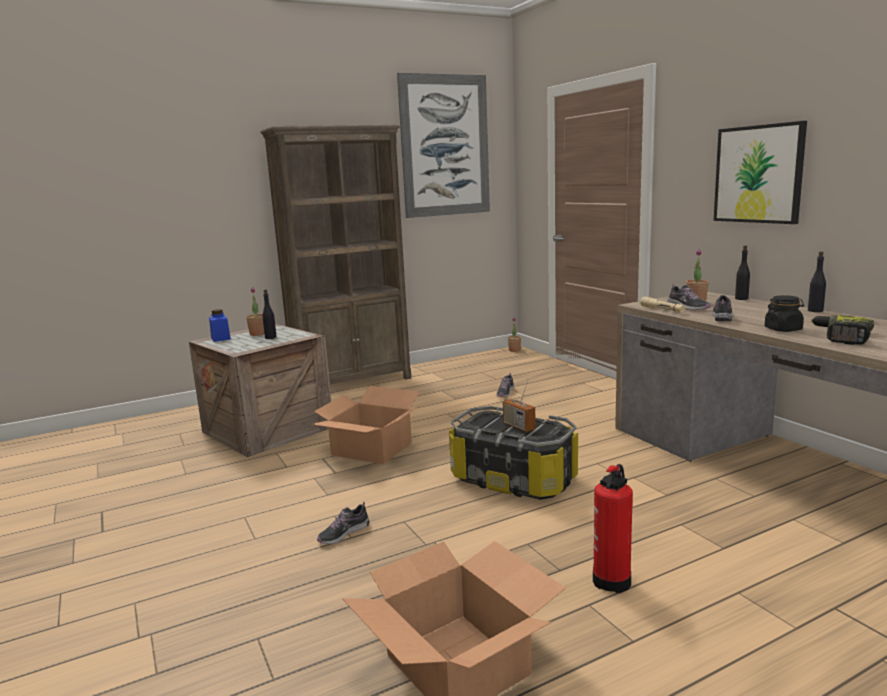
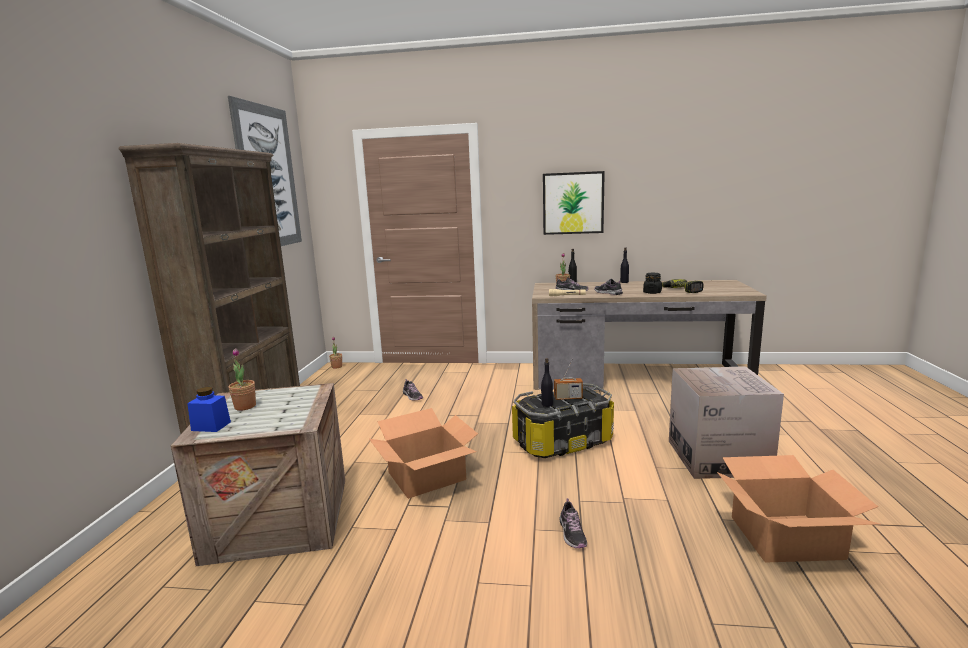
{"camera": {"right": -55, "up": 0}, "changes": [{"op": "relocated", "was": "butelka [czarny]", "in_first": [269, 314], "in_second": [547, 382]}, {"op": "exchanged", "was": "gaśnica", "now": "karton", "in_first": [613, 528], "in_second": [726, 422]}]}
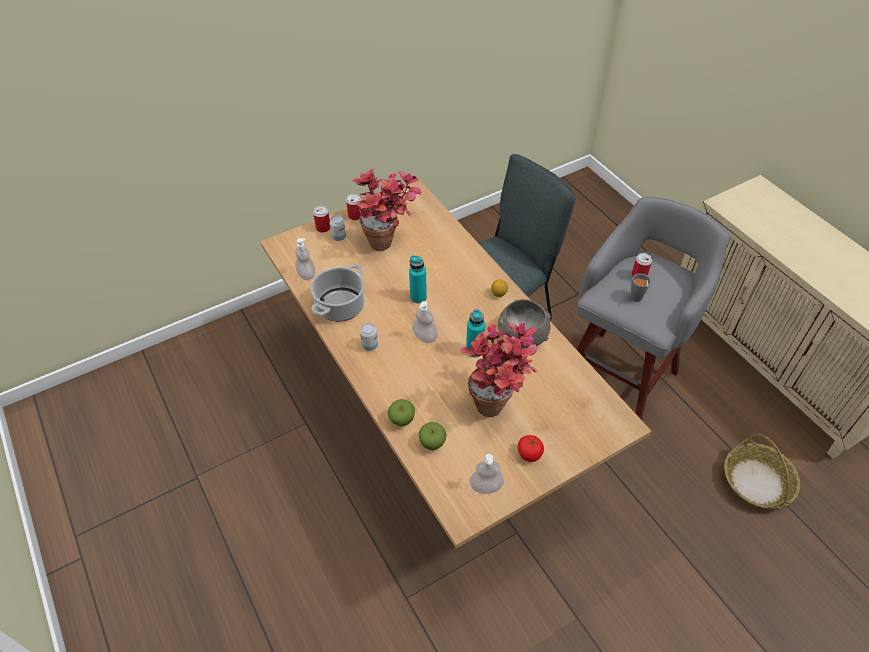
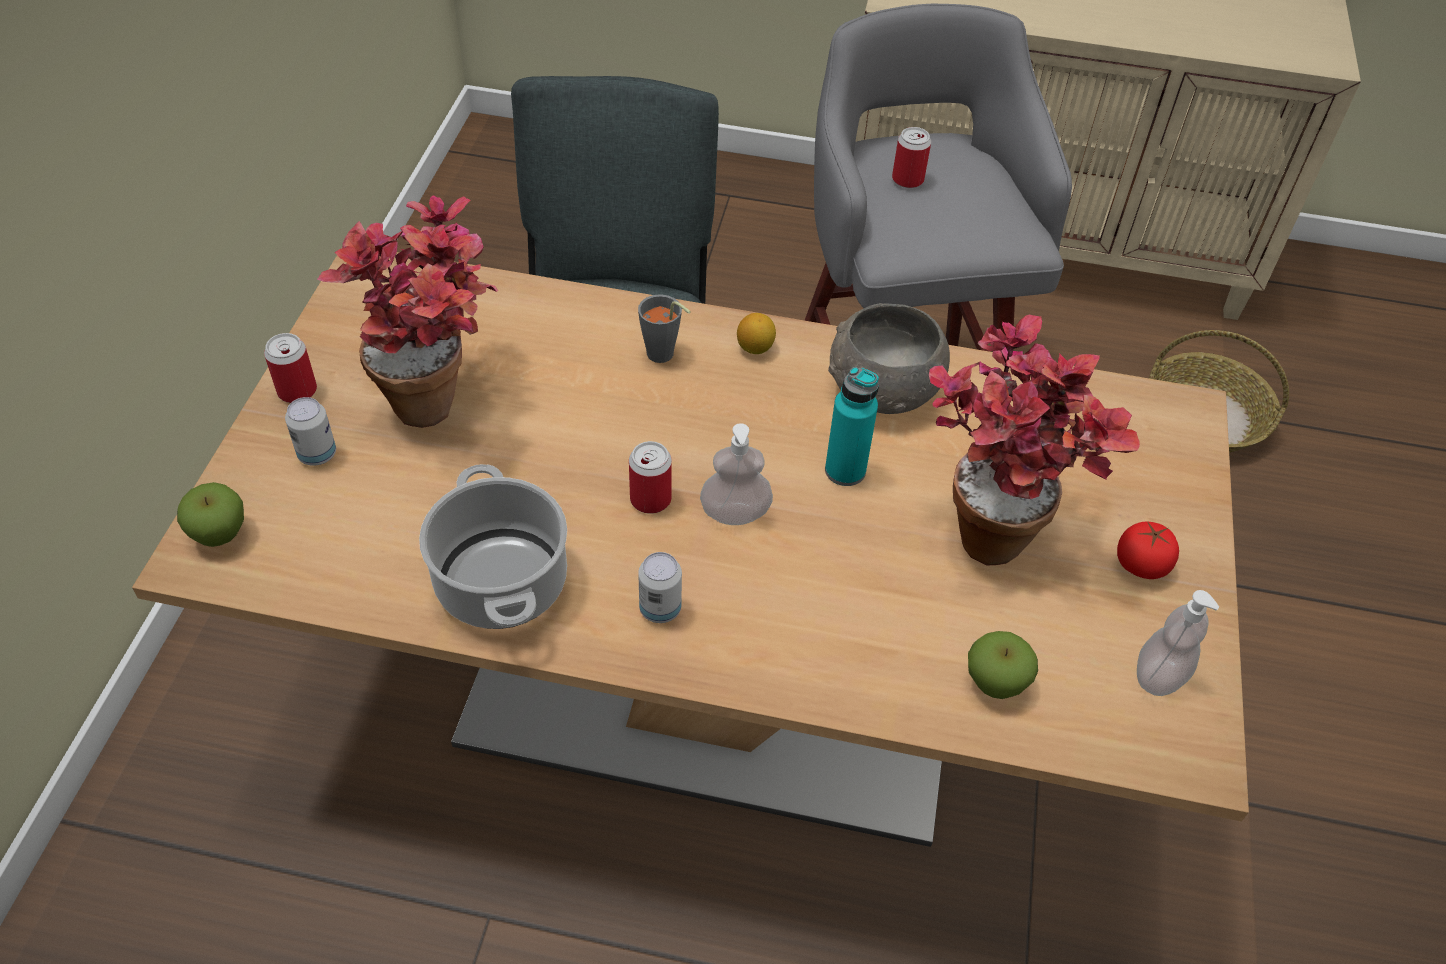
{"camera": {"right": -50, "up": 0}, "changes": [{"op": "missing", "was": "dozownik mydła", "in_first": [305, 259]}, {"op": "missing", "was": "butelka [turkusowy]", "in_first": [418, 279]}, {"op": "relocated", "was": "puszka", "in_first": [321, 219], "in_second": [650, 477]}, {"op": "relocated", "was": "jabłko", "in_first": [401, 413], "in_second": [210, 514]}, {"op": "relocated", "was": "filiżanka [szary]", "in_first": [641, 287], "in_second": [664, 328]}]}
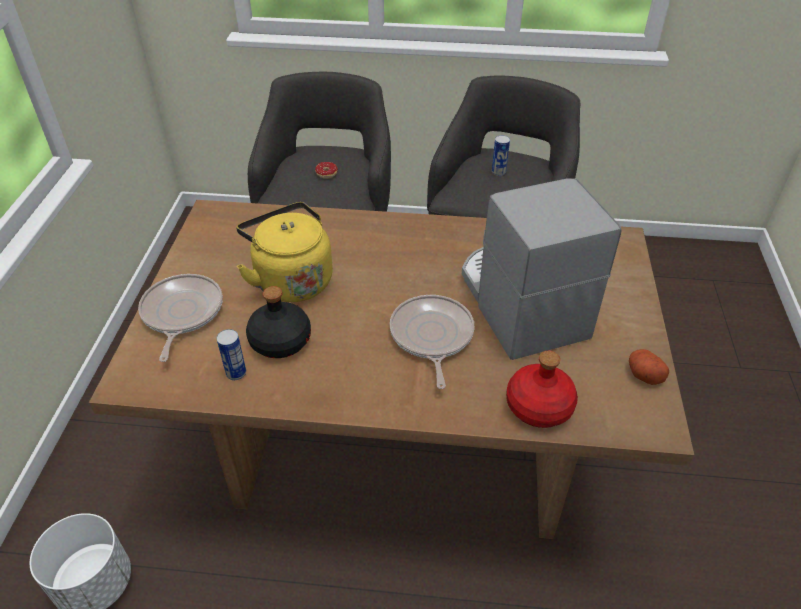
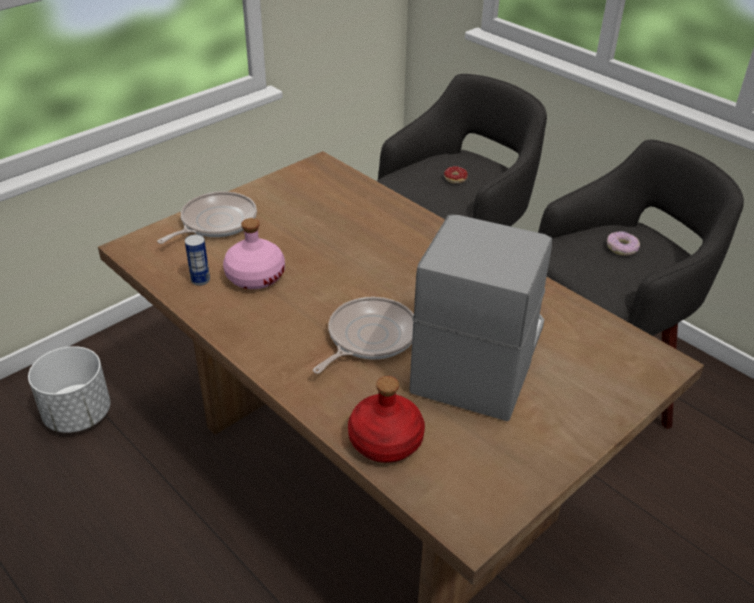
{"camera": {"right": 40, "up": -5}, "changes": [{"op": "missing", "was": "czajnik [żółty]", "in_first": [284, 252]}, {"op": "missing", "was": "ziemniak", "in_first": [649, 367]}, {"op": "exchanged", "was": "puszka", "now": "donut", "in_first": [501, 155], "in_second": [623, 244]}, {"op": "colour", "was": "butelka [czarny]", "now": "butelka [różowy]", "in_first": [278, 322], "in_second": [254, 253]}]}
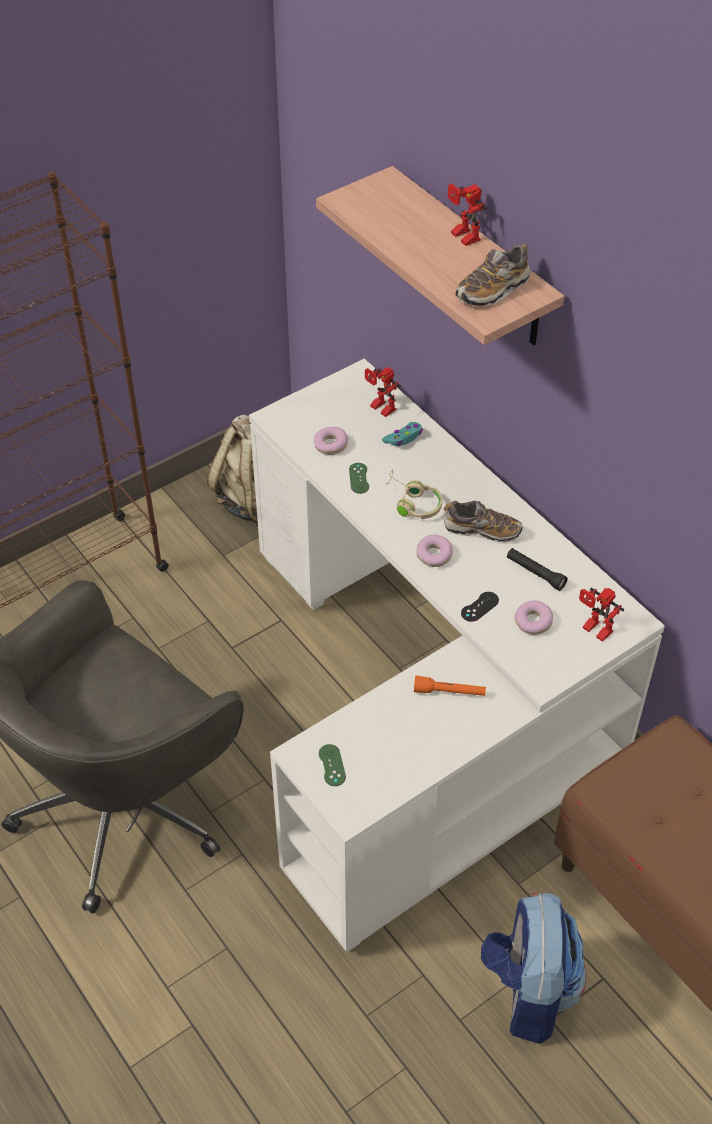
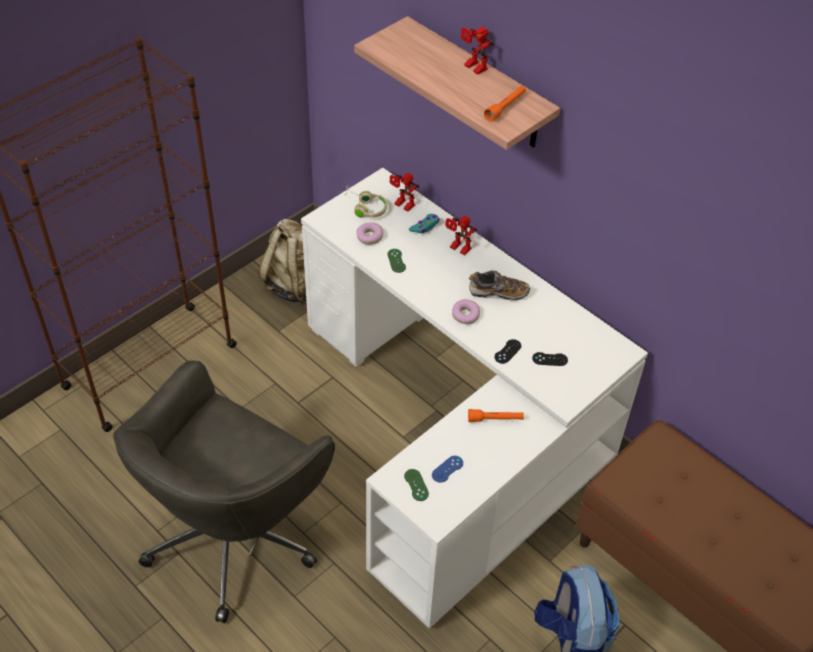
{"camera": {"right": -10, "up": 0}, "changes": [{"op": "missing", "was": "latarka [czarny]", "in_first": [537, 569]}, {"op": "appeared", "now": "pad do gier [niebieski]", "in_second": [447, 469]}, {"op": "relocated", "was": "słuchawki [beżowy]", "in_first": [414, 494], "in_second": [366, 202]}, {"op": "relocated", "was": "robot zabawkowy", "in_first": [602, 615], "in_second": [461, 235]}, {"op": "exchanged", "was": "but", "now": "latarka [pomarańczowy]", "in_first": [492, 275], "in_second": [505, 104]}, {"op": "exchanged", "was": "donut", "now": "pad do gier [czarny]", "in_first": [534, 618], "in_second": [550, 359]}]}
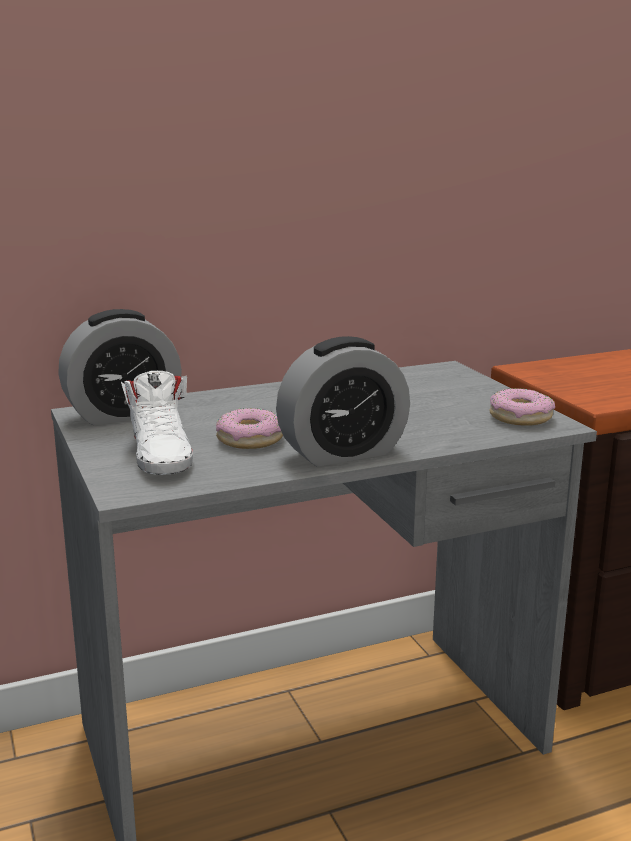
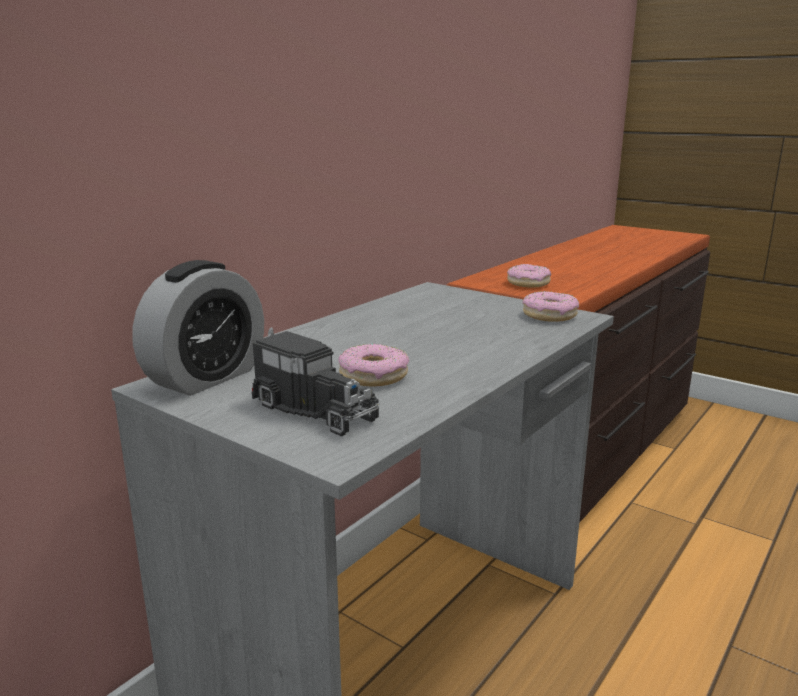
{"camera": {"right": -30, "up": 0}, "changes": [{"op": "missing", "was": "budzik", "in_first": [343, 401]}, {"op": "appeared", "now": "donut", "in_second": [529, 276]}, {"op": "exchanged", "was": "but [biały]", "now": "ciężarówka zabawkowa", "in_first": [157, 423], "in_second": [316, 381]}]}
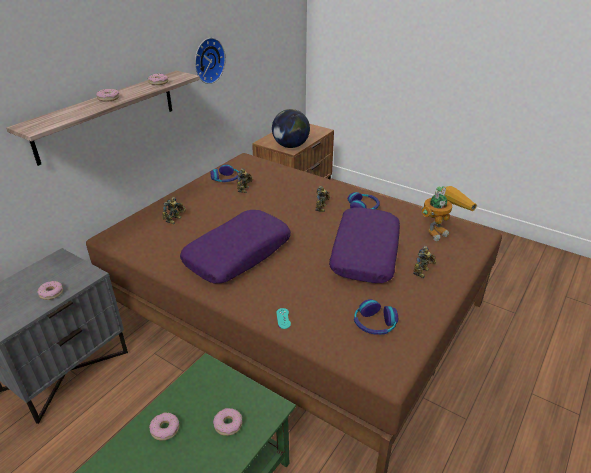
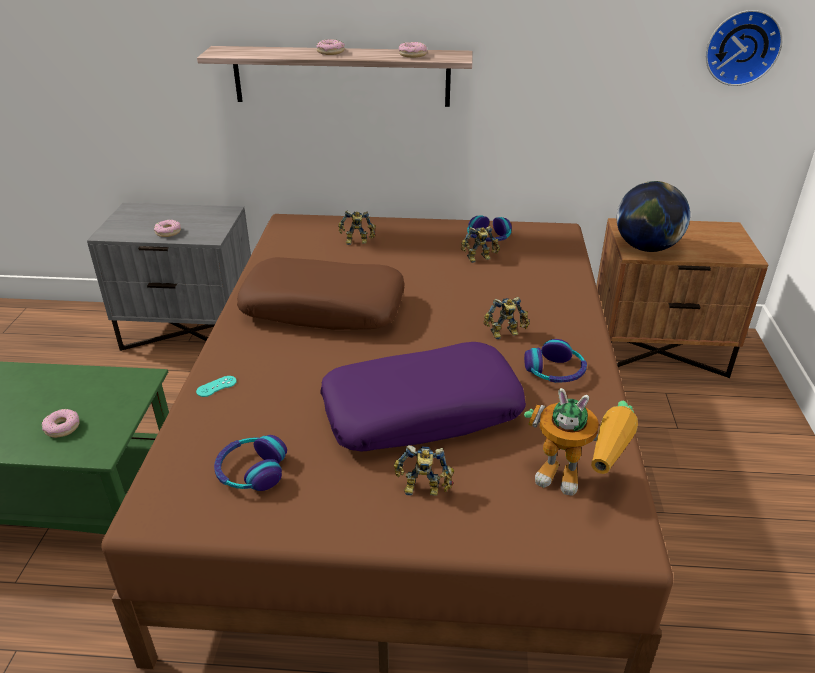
{"camera": {"right": 60, "up": 0}, "changes": [{"op": "missing", "was": "donut", "in_first": [164, 426]}, {"op": "relocated", "was": "zegar ścienny", "in_first": [210, 61], "in_second": [744, 48]}, {"op": "colour", "was": "poduszka [fioletowy]", "now": "poduszka [brązowy]", "in_first": [235, 246], "in_second": [320, 293]}]}
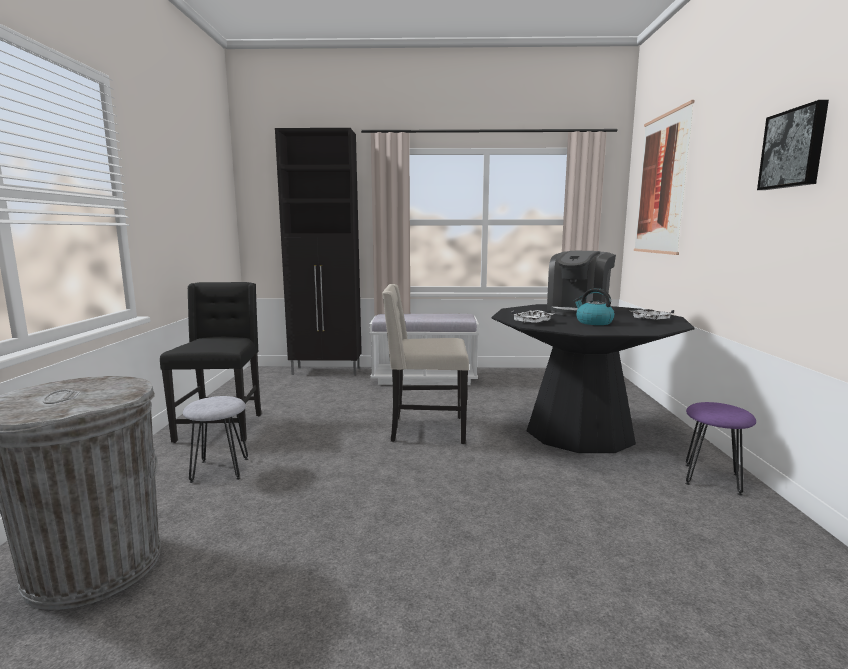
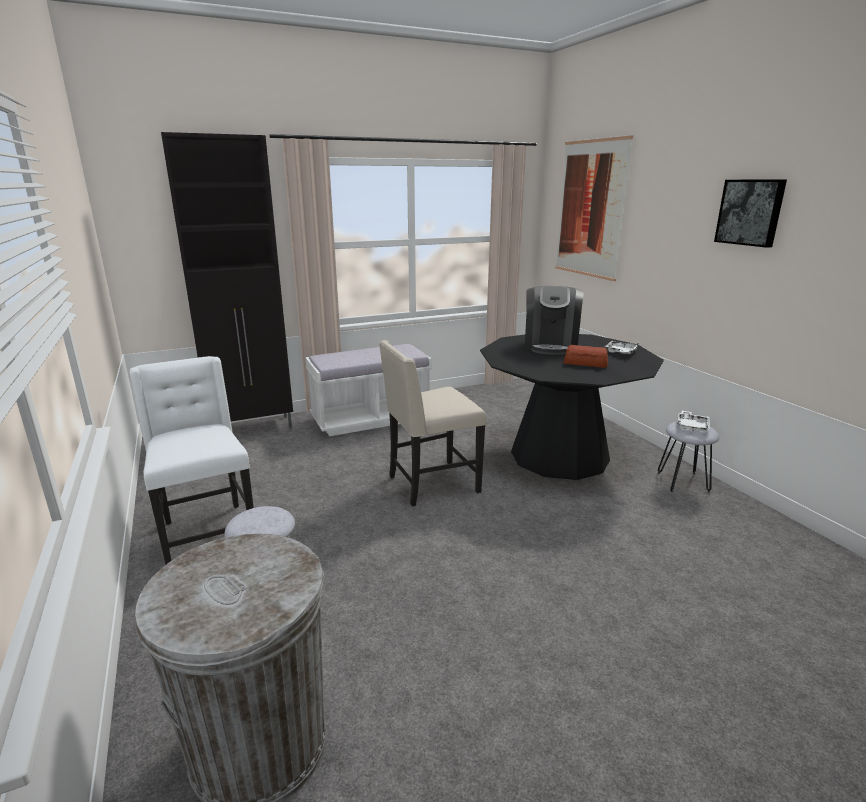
{"camera": {"right": -25, "up": 10}, "changes": [{"op": "relocated", "was": "taca [biały]", "in_first": [532, 316], "in_second": [693, 421]}, {"op": "exchanged", "was": "czajnik", "now": "chleb", "in_first": [594, 306], "in_second": [585, 356]}, {"op": "colour", "was": "krzesło [czarny]", "now": "krzesło [biały]", "in_first": [210, 362], "in_second": [192, 460]}, {"op": "colour", "was": "stołek [fioletowy]", "now": "stołek [szary]", "in_first": [720, 449], "in_second": [689, 457]}]}
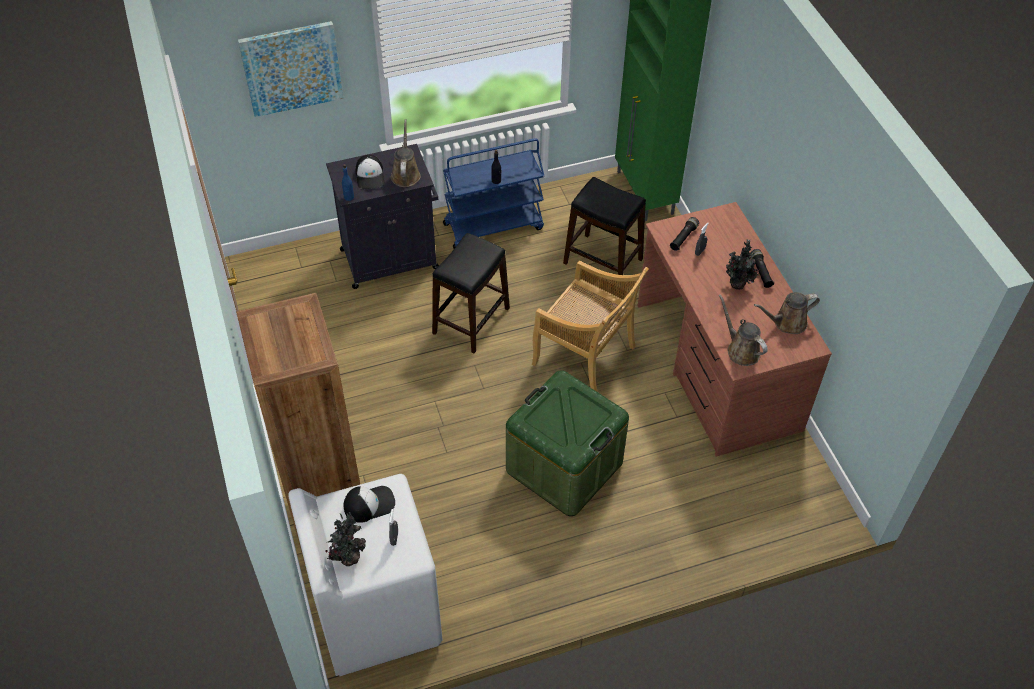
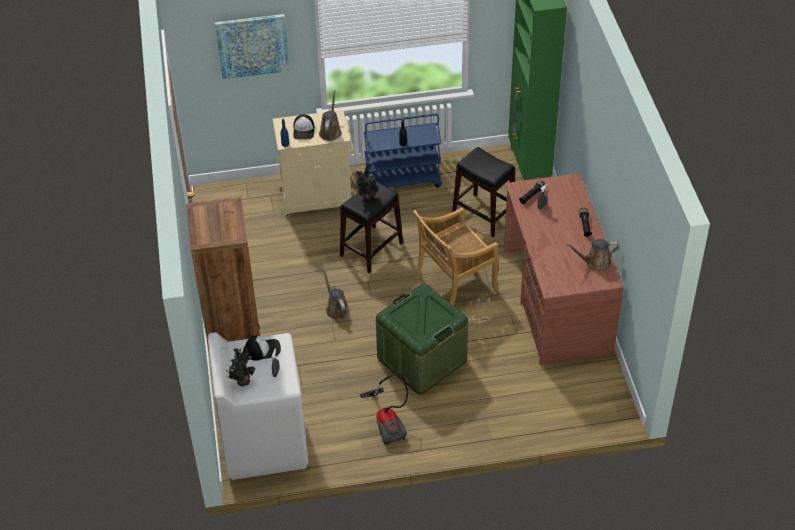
{"camera": {"right": 10, "up": -5}, "changes": [{"op": "appeared", "now": "odkurzacz", "in_second": [384, 409]}, {"op": "relocated", "was": "konewka [brązowy]", "in_first": [743, 330], "in_second": [336, 293]}, {"op": "relocated", "was": "roślina doniczkowa", "in_first": [743, 264], "in_second": [367, 181]}, {"op": "colour", "was": "szafka [czarny]", "now": "szafka [beżowy]", "in_first": [382, 216], "in_second": [313, 164]}, {"op": "spun", "was": "krzesło [beżowy]", "in_first": [590, 326], "in_second": [456, 257], "clockwise": 105}]}
